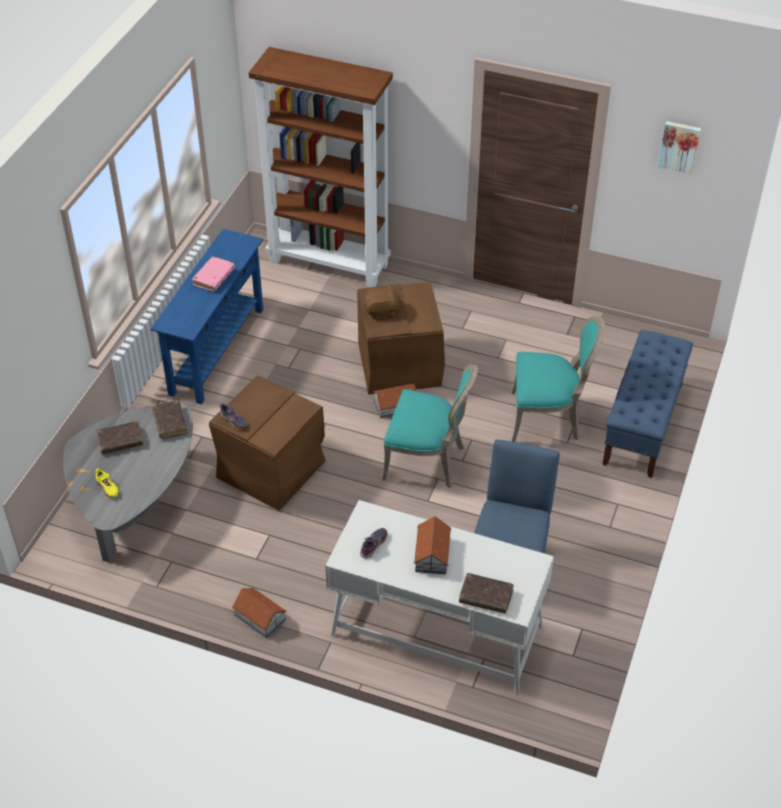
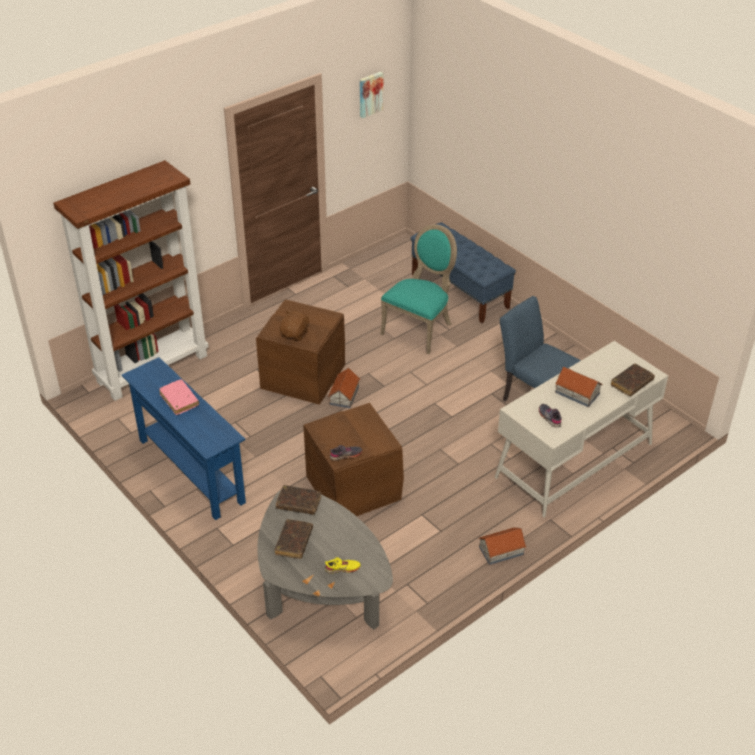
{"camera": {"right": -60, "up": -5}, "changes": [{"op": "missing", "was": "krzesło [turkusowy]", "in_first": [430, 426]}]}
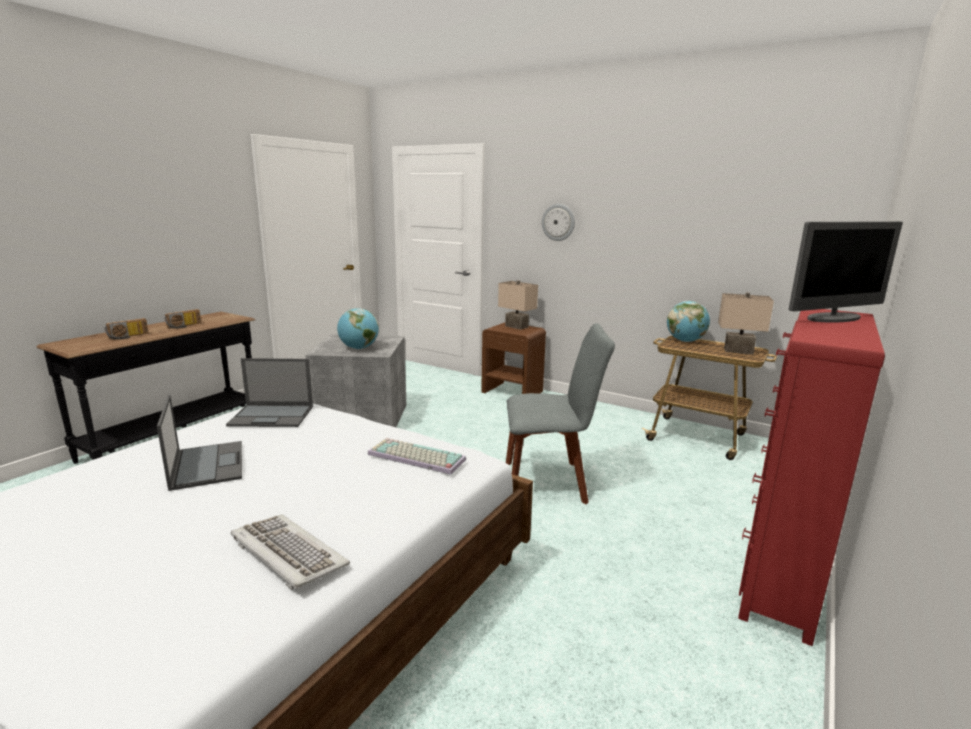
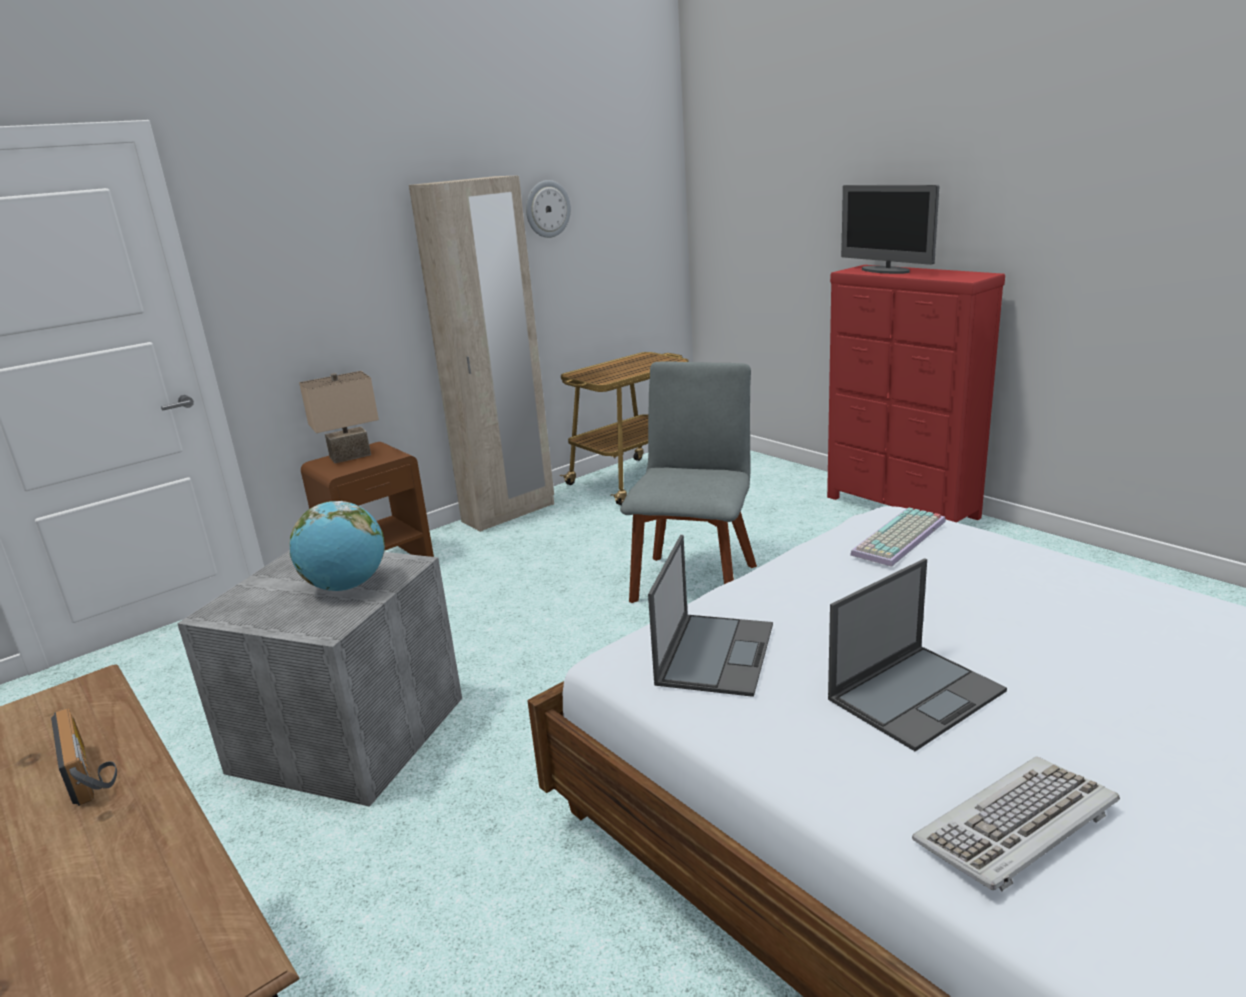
{"camera": {"right": -70, "up": 5}, "changes": [{"op": "missing", "was": "radio", "in_first": [127, 329]}, {"op": "missing", "was": "globus", "in_first": [688, 321]}, {"op": "missing", "was": "lampa stołowa [beżowy]", "in_first": [746, 323]}, {"op": "appeared", "now": "szafa [beżowy]", "in_second": [481, 353]}, {"op": "relocated", "was": "klawiatura", "in_first": [290, 552], "in_second": [1016, 824]}, {"op": "relocated", "was": "zegar ścienny", "in_first": [558, 222], "in_second": [548, 209]}, {"op": "spun", "was": "laptop", "in_first": [199, 443], "in_second": [917, 654], "clockwise": 150}, {"op": "spun", "was": "monitor", "in_first": [846, 272], "in_second": [890, 229], "clockwise": 150}]}
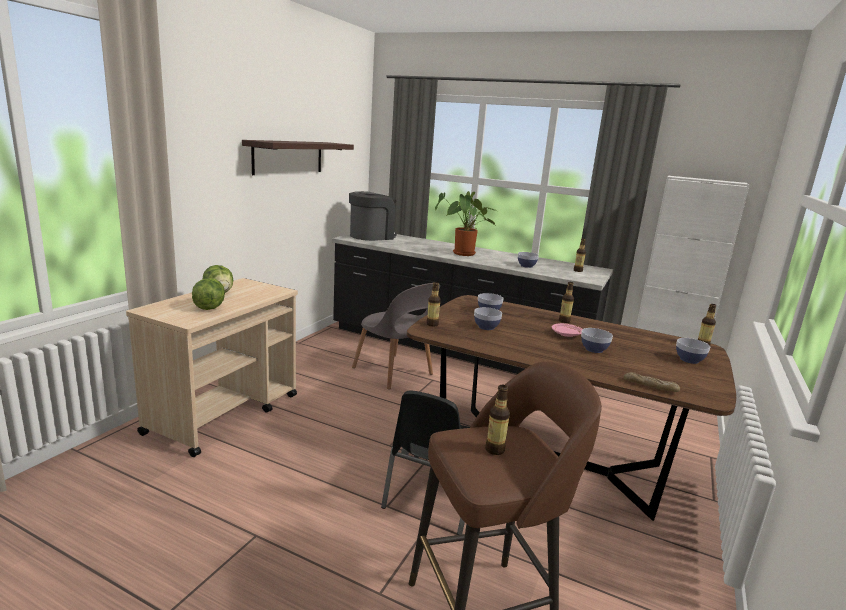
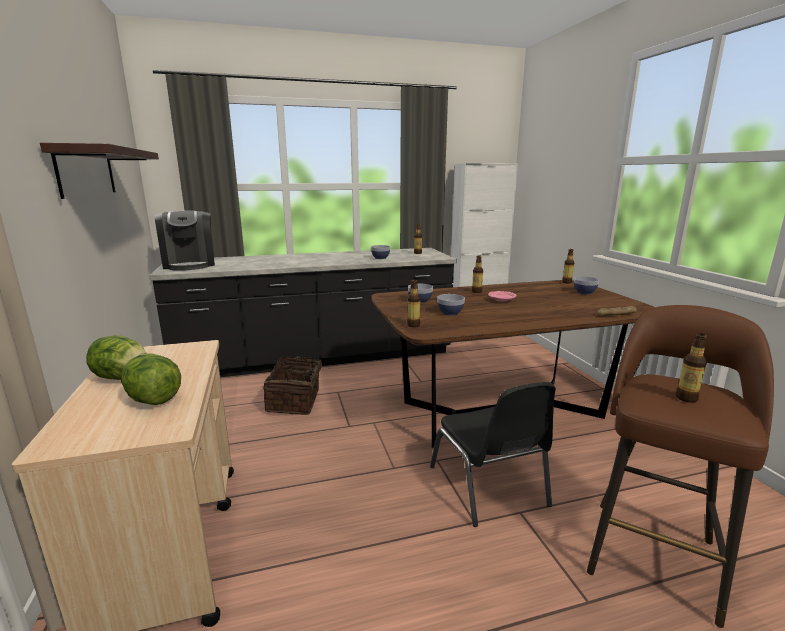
{"camera": {"right": -40, "up": 0}, "changes": [{"op": "missing", "was": "roślina doniczkowa", "in_first": [466, 223]}, {"op": "missing", "was": "miska", "in_first": [597, 340]}, {"op": "exchanged", "was": "krzesło [szary]", "now": "koszyk", "in_first": [396, 336], "in_second": [296, 385]}, {"op": "spun", "was": "ekspres do kawy", "in_first": [373, 216], "in_second": [185, 241], "clockwise": 150}]}
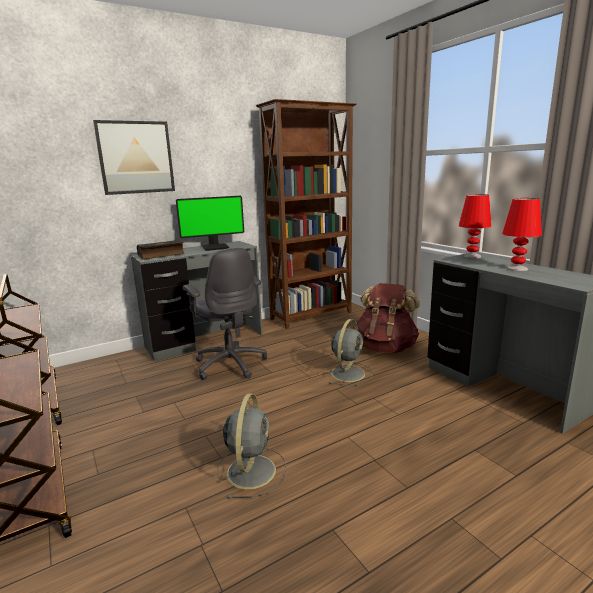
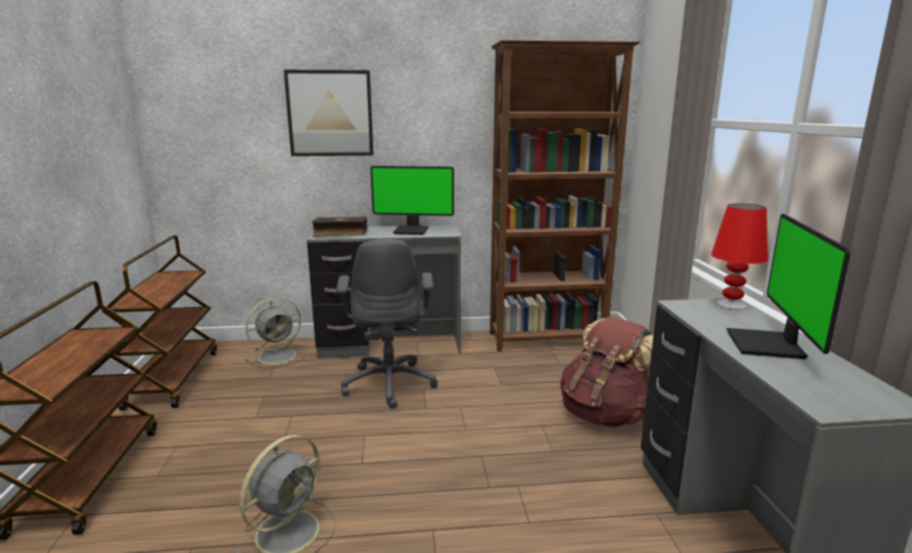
{"camera": {"right": 25, "up": 0}, "changes": [{"op": "relocated", "was": "wentylator [szary]", "in_first": [349, 352], "in_second": [276, 332]}, {"op": "exchanged", "was": "lampa stołowa [czerwony]", "now": "monitor", "in_first": [522, 234], "in_second": [789, 286]}]}
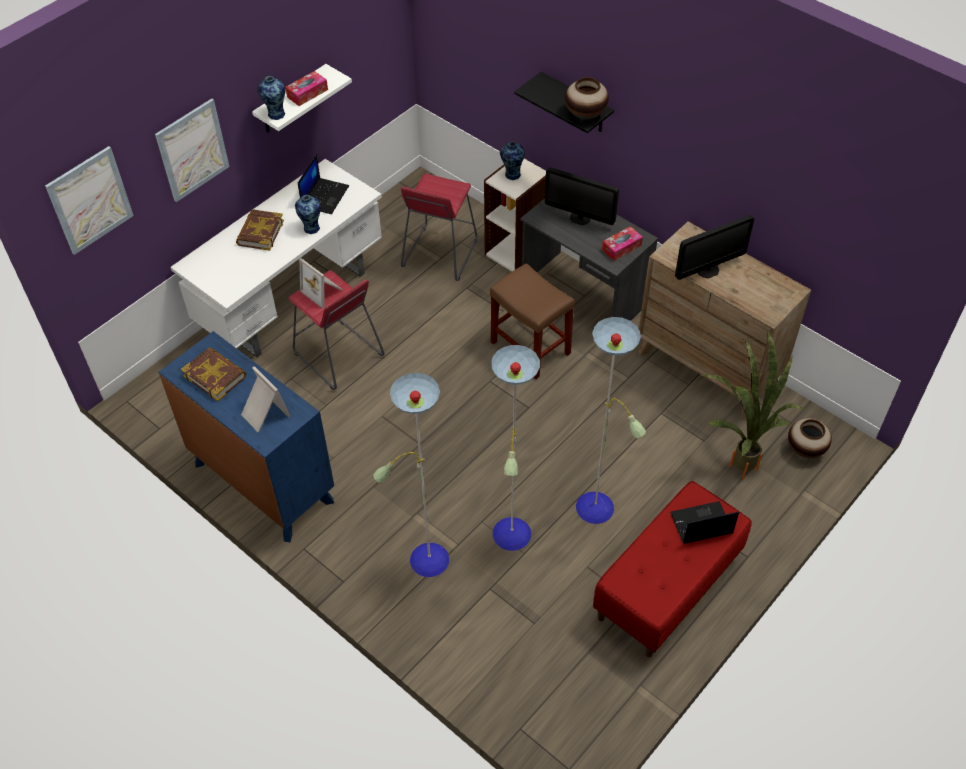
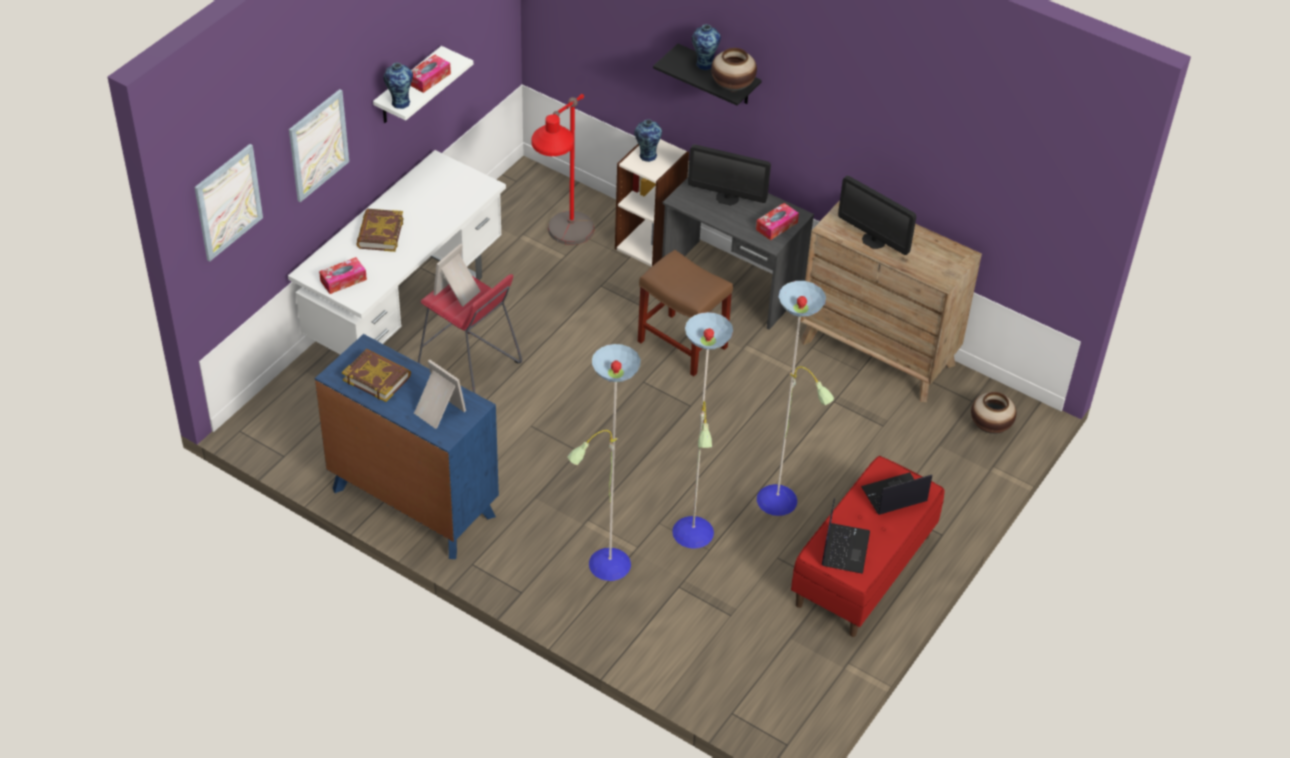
{"camera": {"right": -10, "up": -5}, "changes": [{"op": "missing", "was": "roślina doniczkowa", "in_first": [752, 404]}, {"op": "appeared", "now": "pudełko chusteczek", "in_second": [343, 275]}, {"op": "relocated", "was": "wazon", "in_first": [308, 214], "in_second": [706, 47]}, {"op": "relocated", "was": "laptop", "in_first": [323, 184], "in_second": [846, 536]}, {"op": "exchanged", "was": "stołek [czerwony]", "now": "lampa stojąca [czerwony]", "in_first": [439, 227], "in_second": [562, 169]}, {"op": "spun", "was": "ramka na zdjęcie", "in_first": [321, 283], "in_second": [457, 275], "clockwise": 90}, {"op": "spun", "was": "monitor", "in_first": [714, 247], "in_second": [877, 215], "clockwise": 75}]}
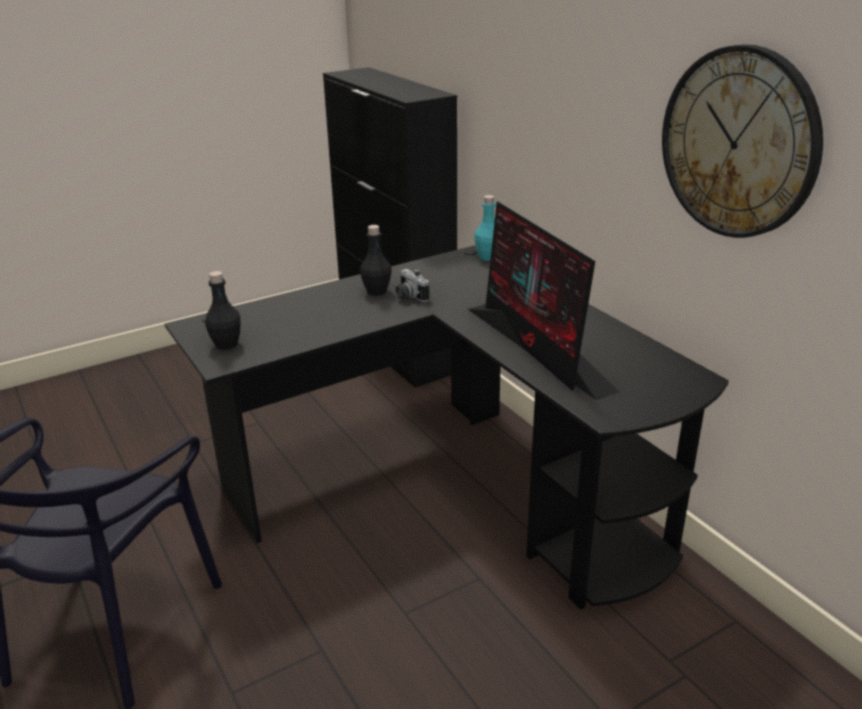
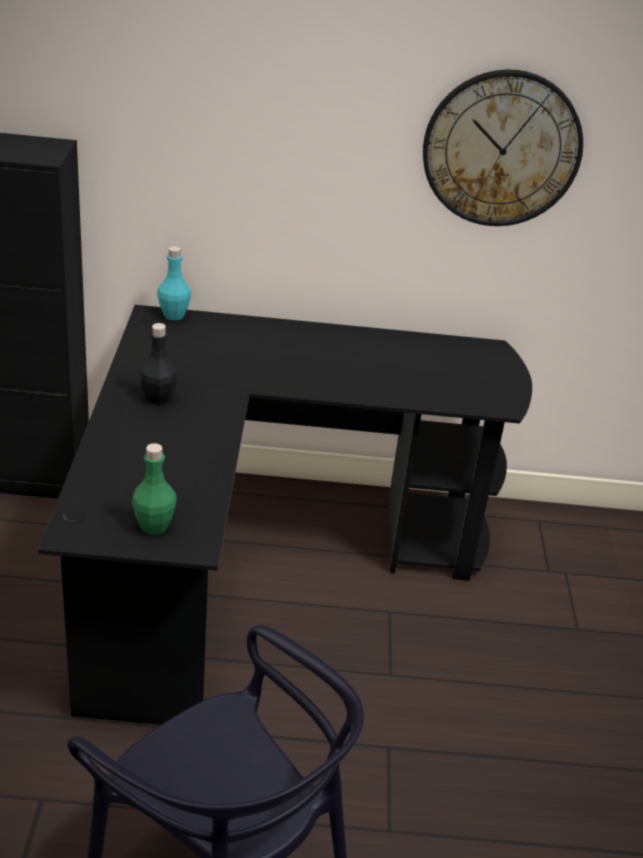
{"camera": {"right": -60, "up": 5}, "changes": [{"op": "missing", "was": "aparat fotograficzny", "in_first": [412, 285]}, {"op": "missing", "was": "monitor", "in_first": [543, 300]}, {"op": "colour", "was": "butelka [czarny]", "now": "butelka [zielony]", "in_first": [223, 310], "in_second": [154, 489]}]}
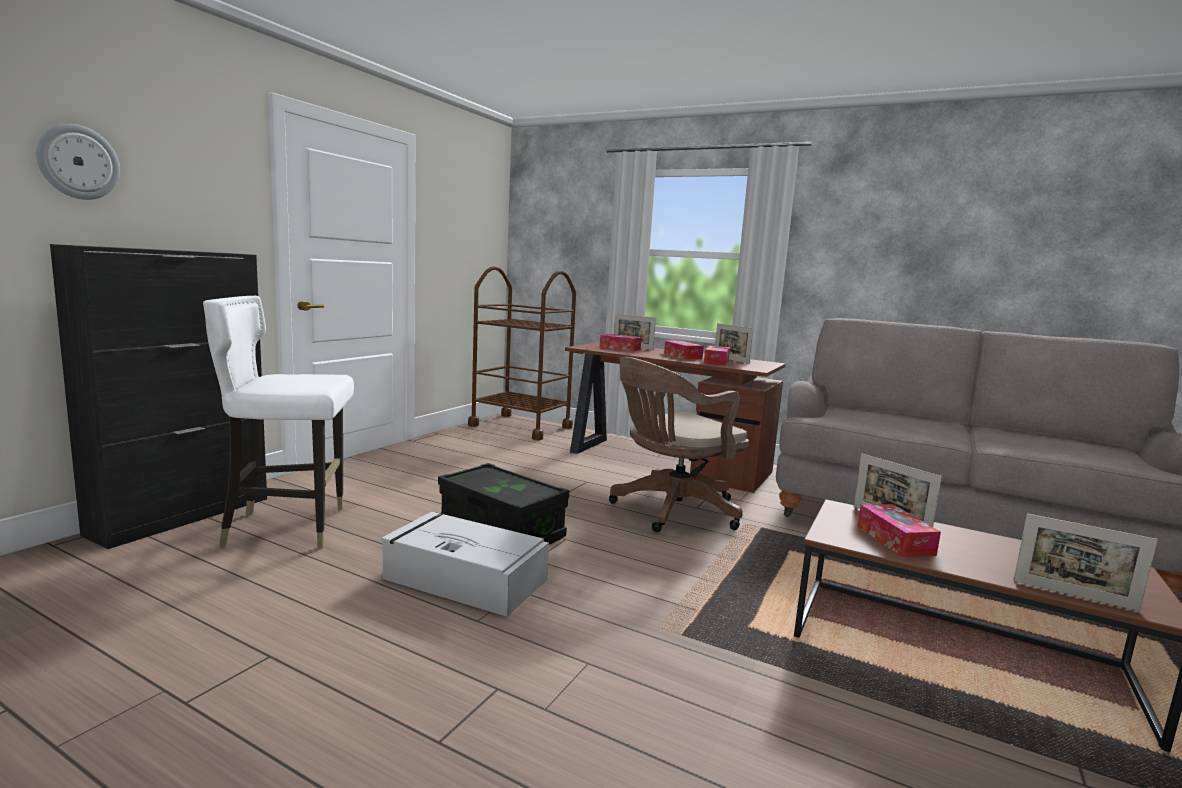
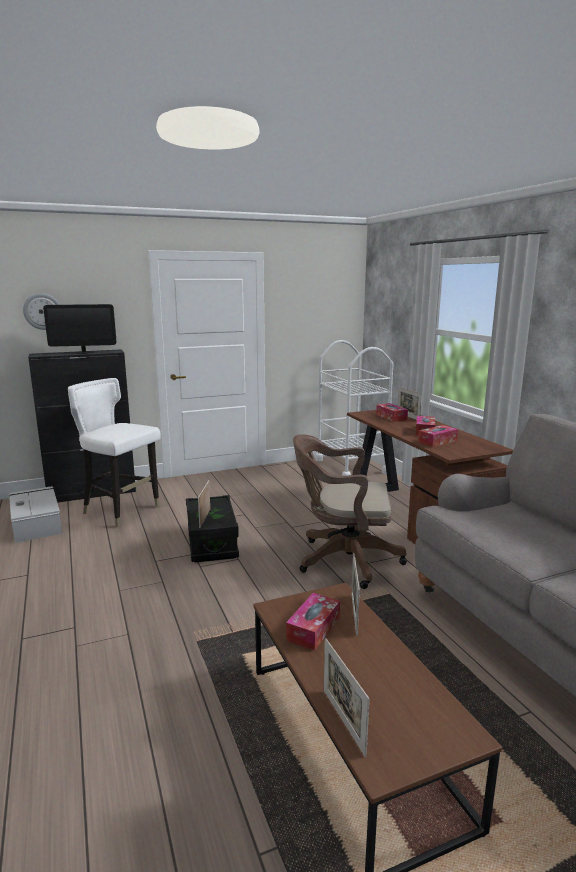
{"camera": {"right": 40, "up": 5}, "changes": [{"op": "appeared", "now": "monitor", "in_second": [79, 329]}, {"op": "relocated", "was": "pojemnik do przechowywania [szary]", "in_first": [465, 564], "in_second": [35, 514]}, {"op": "relocated", "was": "ramka na zdjęcie", "in_first": [734, 343], "in_second": [204, 504]}, {"op": "colour", "was": "wózek [brązowy]", "now": "wózek [biały]", "in_first": [522, 353], "in_second": [354, 408]}]}
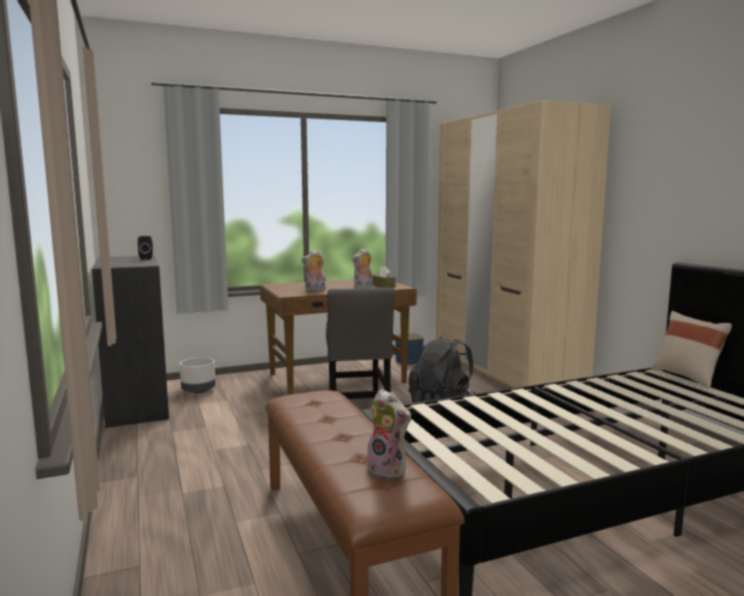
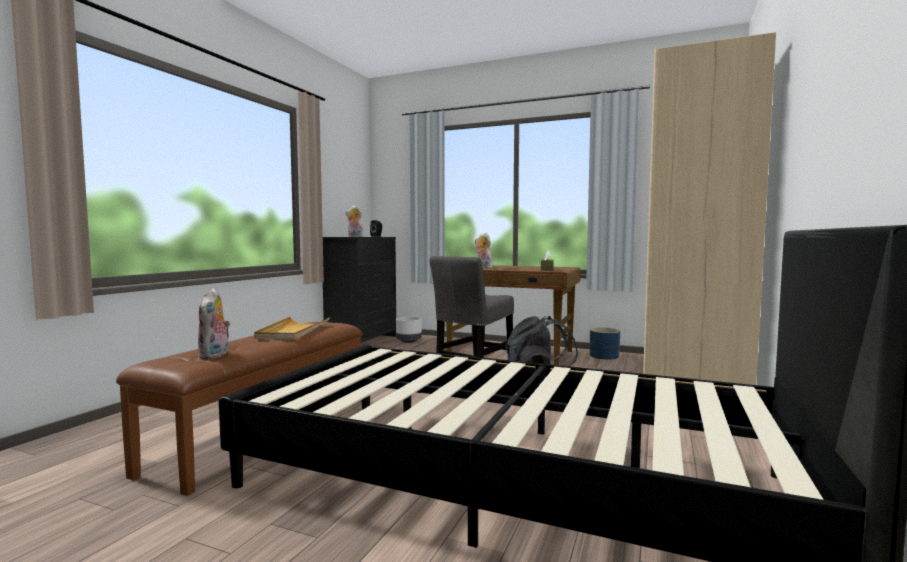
{"camera": {"right": 45, "up": -5}, "changes": [{"op": "missing", "was": "poduszka [beżowy]", "in_first": [692, 350]}, {"op": "appeared", "now": "taca [beżowy]", "in_second": [292, 328]}, {"op": "relocated", "was": "pluszak", "in_first": [362, 269], "in_second": [355, 221]}]}
